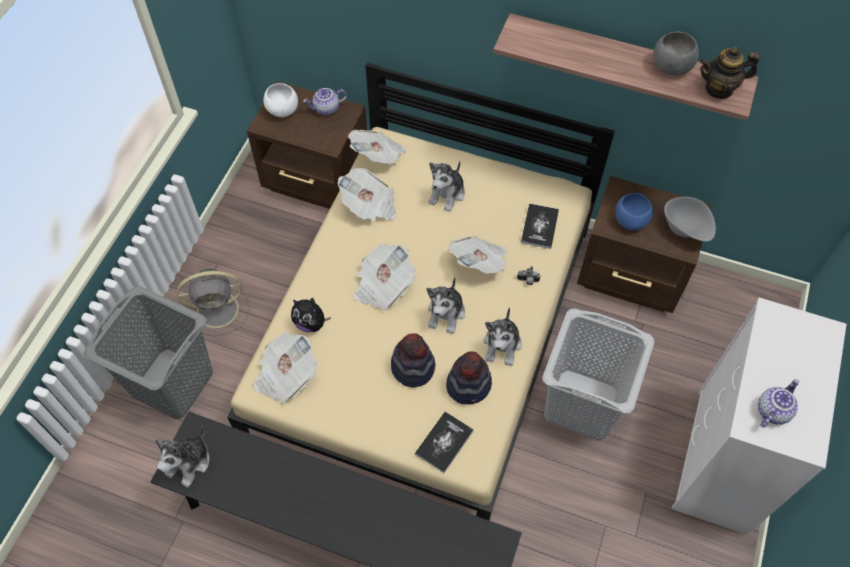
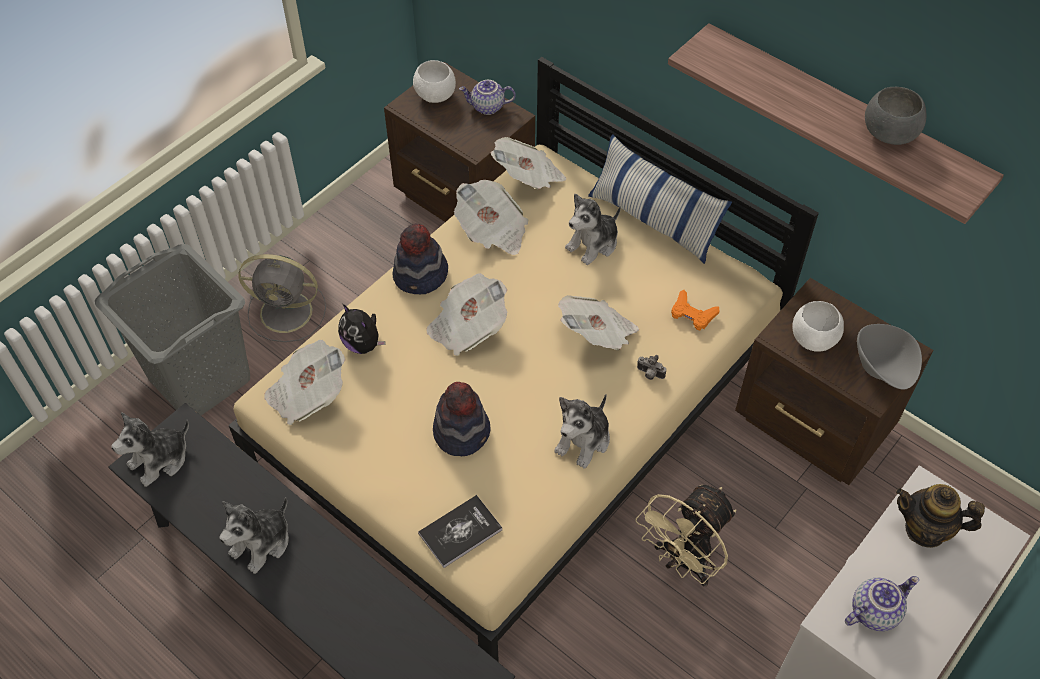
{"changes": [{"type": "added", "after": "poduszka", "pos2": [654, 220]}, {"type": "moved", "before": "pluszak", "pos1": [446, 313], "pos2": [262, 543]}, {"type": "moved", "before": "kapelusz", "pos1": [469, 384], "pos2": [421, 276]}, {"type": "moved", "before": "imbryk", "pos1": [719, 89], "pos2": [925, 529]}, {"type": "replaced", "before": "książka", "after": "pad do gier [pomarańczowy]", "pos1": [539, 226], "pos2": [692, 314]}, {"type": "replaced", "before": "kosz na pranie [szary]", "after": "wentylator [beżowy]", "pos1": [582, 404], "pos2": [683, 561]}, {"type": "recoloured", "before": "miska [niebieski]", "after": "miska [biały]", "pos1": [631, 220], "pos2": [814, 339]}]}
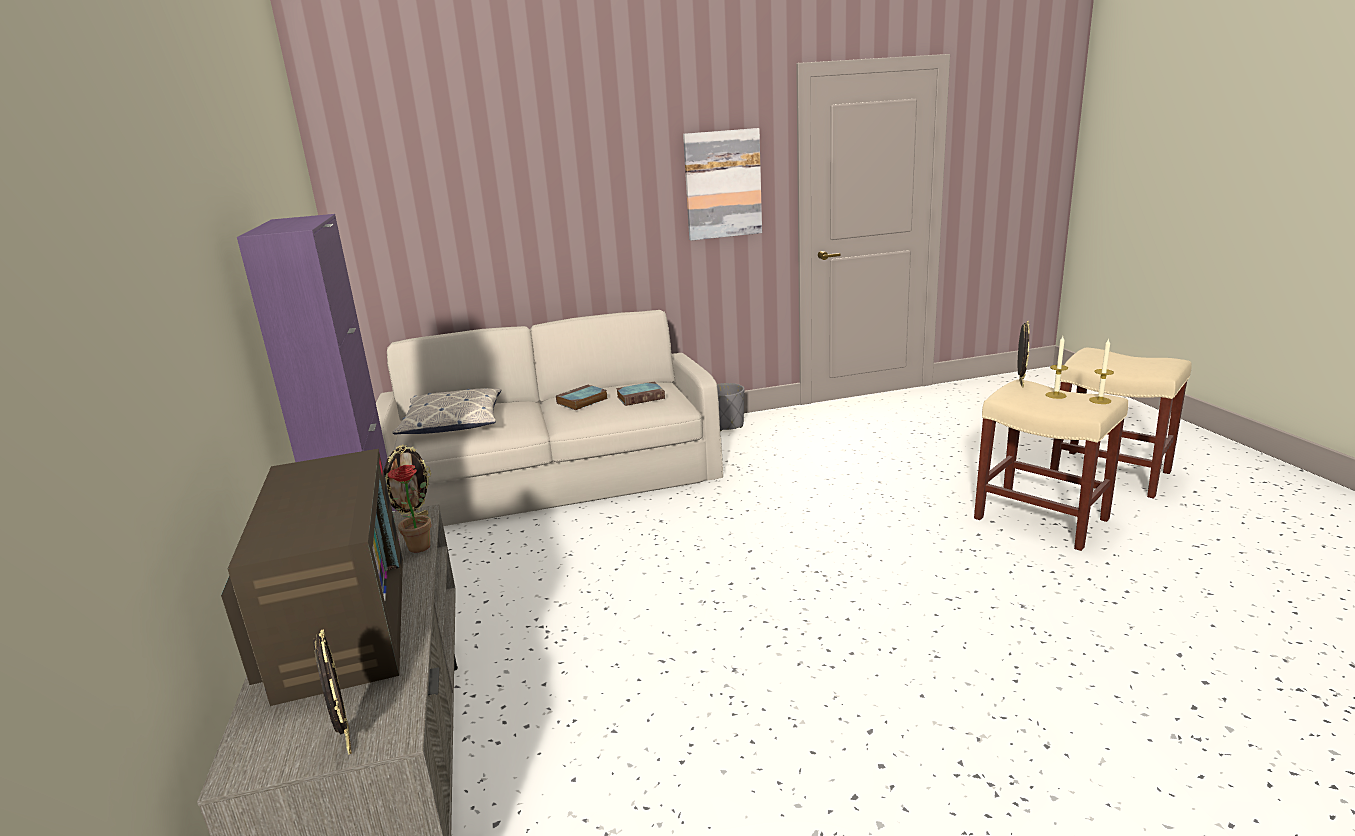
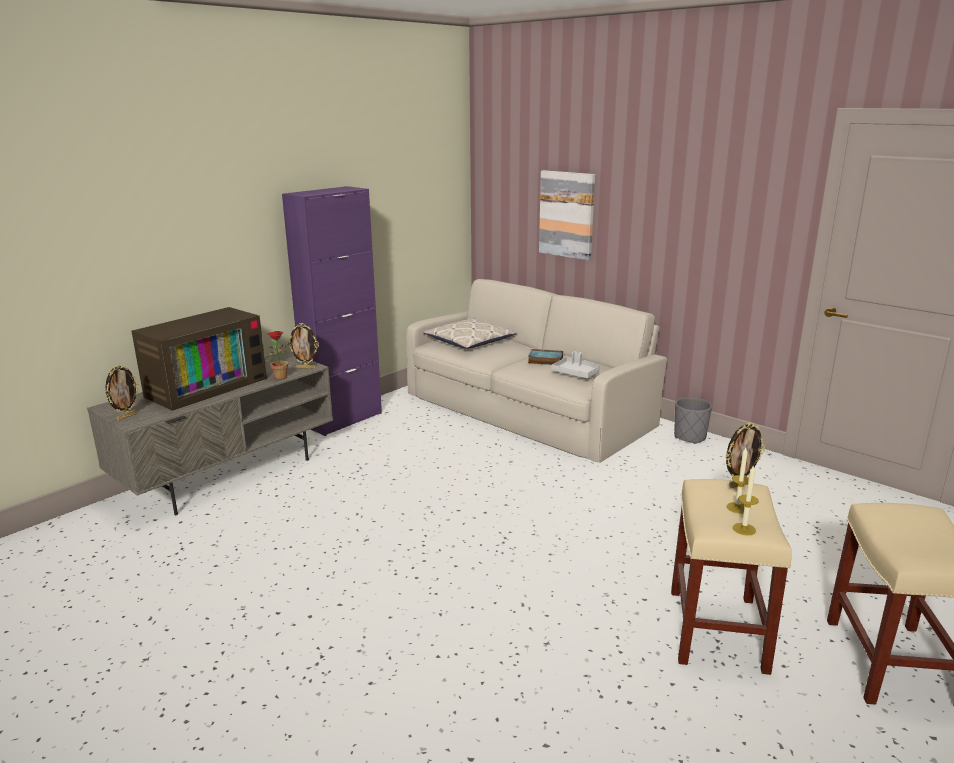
{"changes": [{"type": "moved", "before": "obraz", "pos1": [722, 184], "pos2": [567, 214]}, {"type": "replaced", "before": "książka", "after": "taca [szary]", "pos1": [641, 397], "pos2": [576, 373]}]}
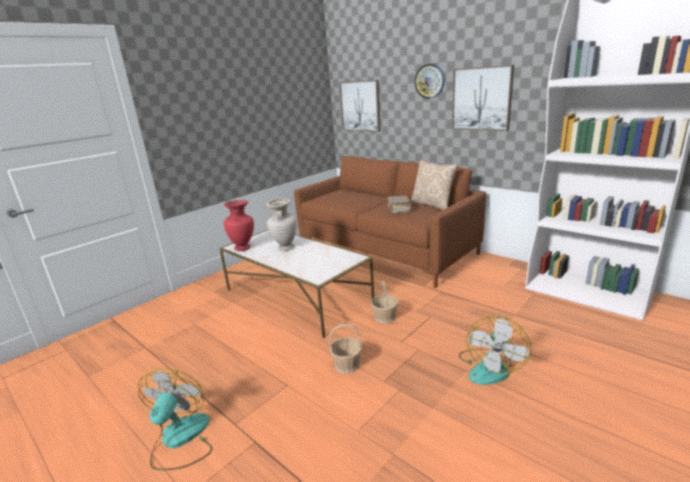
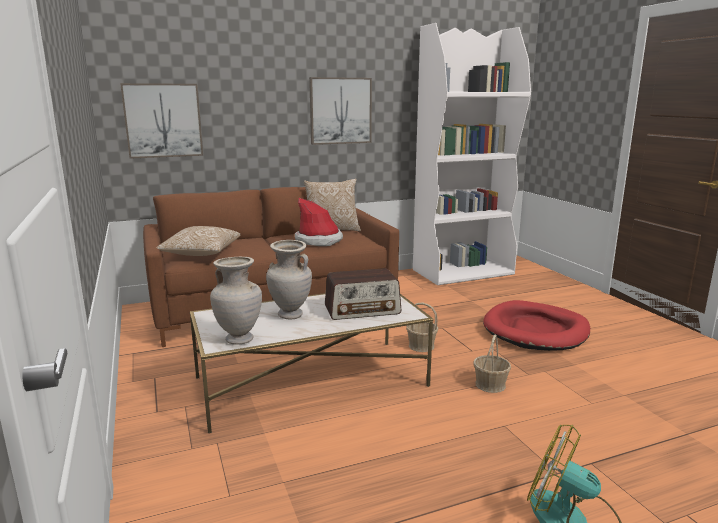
{"changes": [{"type": "removed", "before": "zegar ścienny", "pos1": [429, 81]}, {"type": "added", "after": "poduszka", "pos2": [201, 254]}, {"type": "added", "after": "radio", "pos2": [362, 310]}, {"type": "replaced", "before": "książka [brązowy]", "after": "kapelusz", "pos1": [398, 209], "pos2": [319, 241]}, {"type": "replaced", "before": "wentylator", "after": "legowisko [czerwony]", "pos1": [490, 367], "pos2": [535, 330]}, {"type": "recoloured", "before": "wazon [czerwony]", "after": "wazon [beżowy]", "pos1": [243, 248], "pos2": [239, 339]}]}
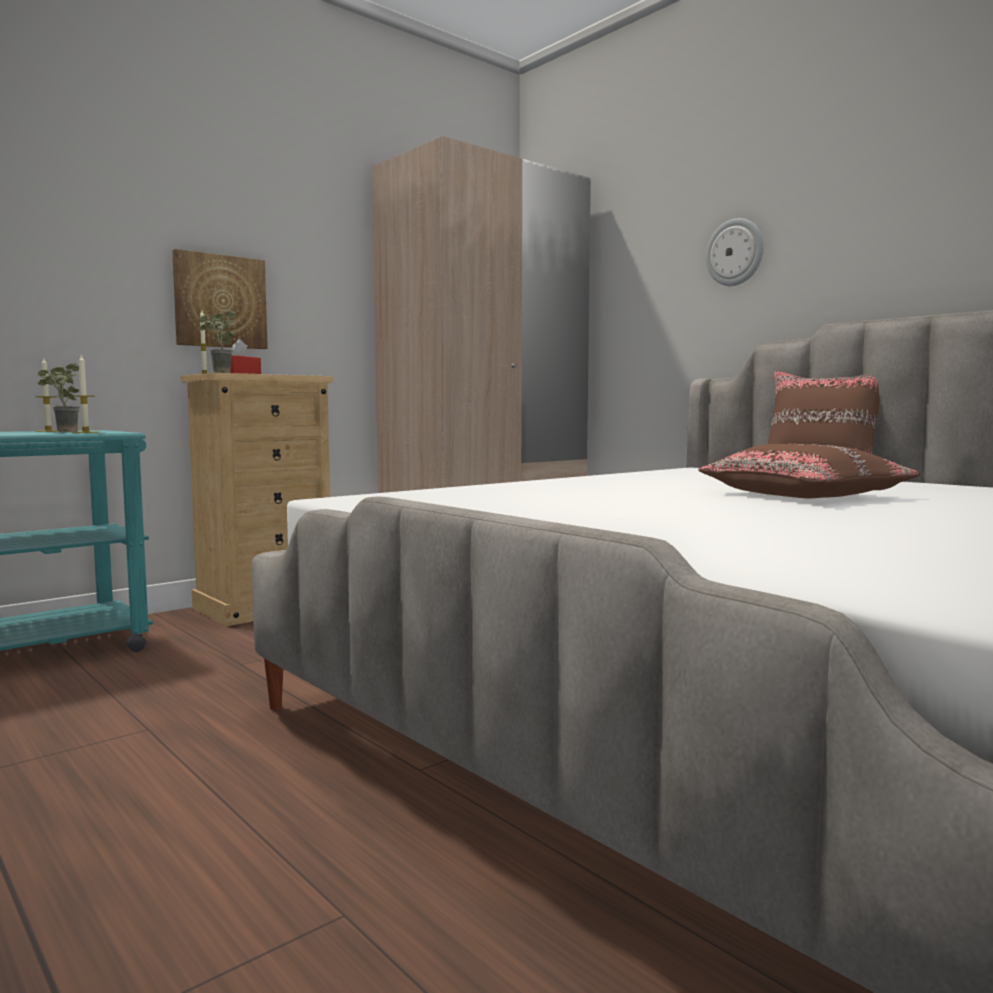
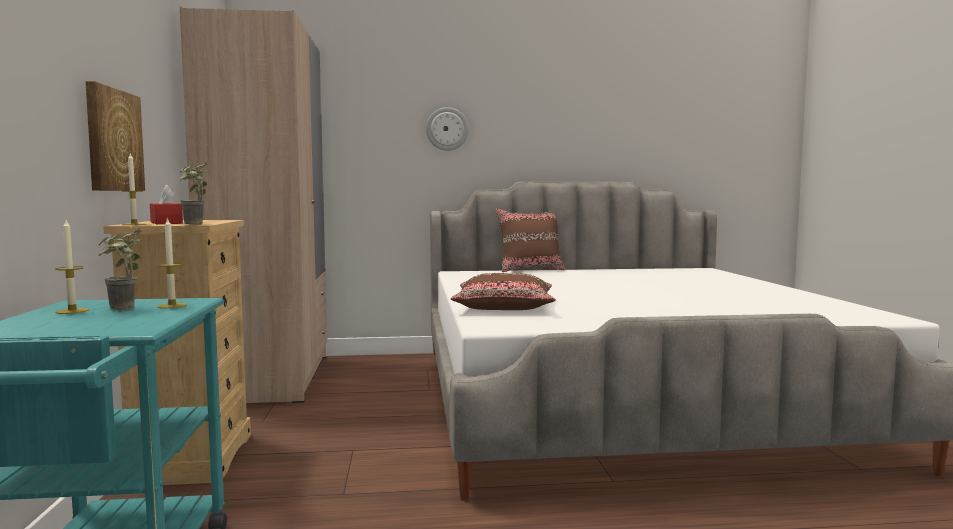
{"changes": [{"type": "moved", "before": "poduszka [brązowy]", "pos1": [804, 495], "pos2": [504, 307]}]}
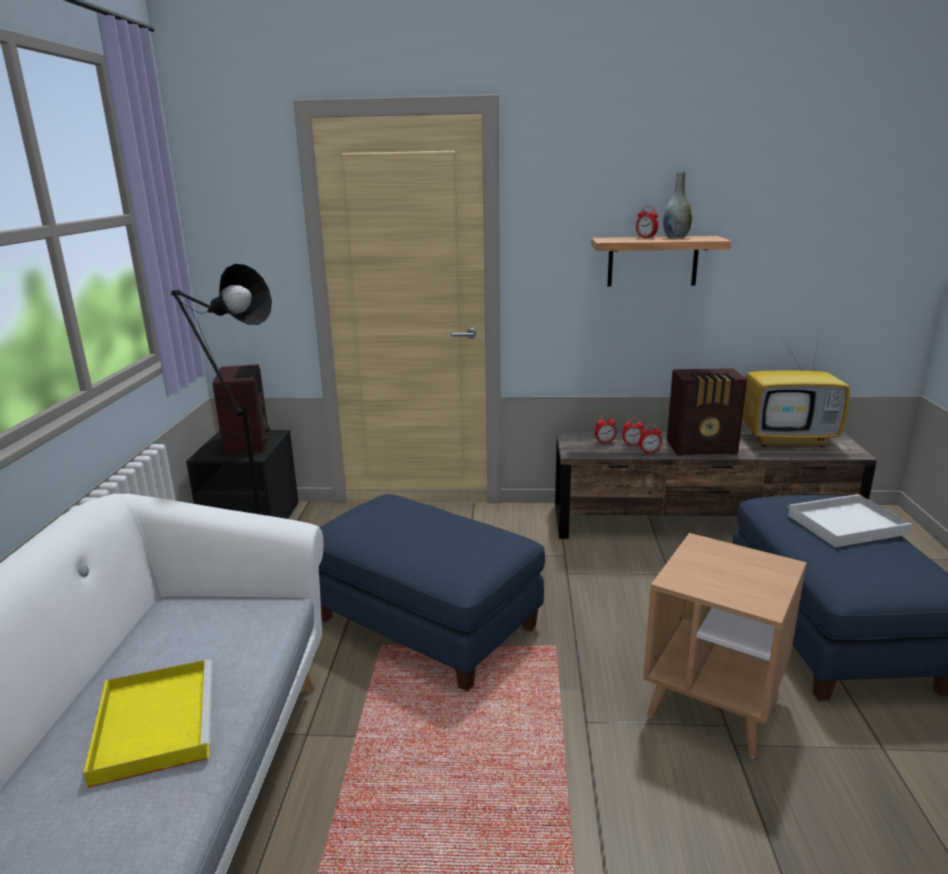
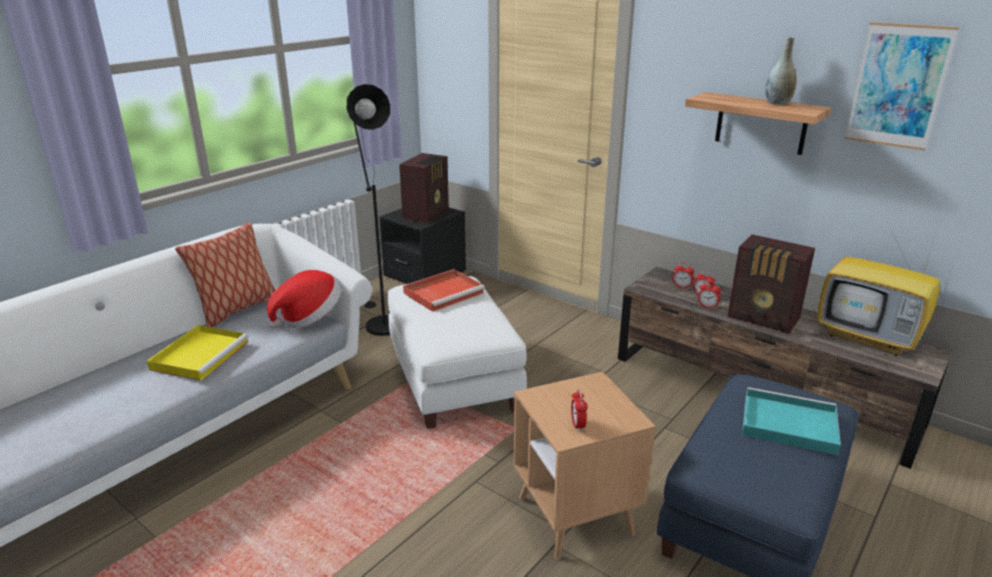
{"changes": [{"type": "added", "after": "poduszka", "pos2": [237, 310]}, {"type": "added", "after": "kapelusz", "pos2": [309, 318]}, {"type": "added", "after": "taca [czerwony]", "pos2": [444, 292]}, {"type": "added", "after": "obraz", "pos2": [898, 86]}, {"type": "moved", "before": "budzik", "pos1": [646, 238], "pos2": [578, 425]}, {"type": "recoloured", "before": "pufa [niebieski]", "after": "pufa [biały]", "pos1": [426, 623], "pos2": [453, 379]}, {"type": "recoloured", "before": "taca [biały]", "after": "taca [turkusowy]", "pos1": [845, 525], "pos2": [786, 424]}]}
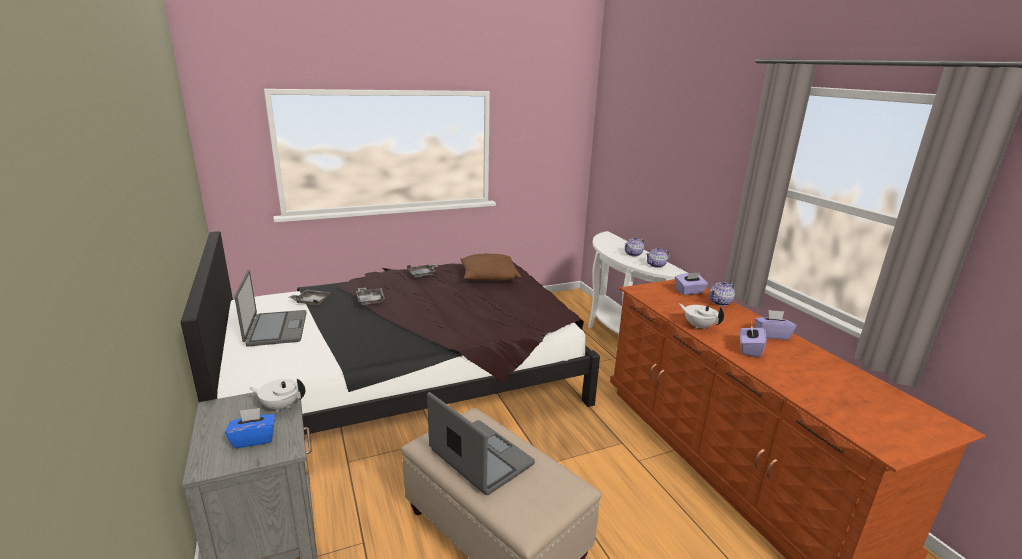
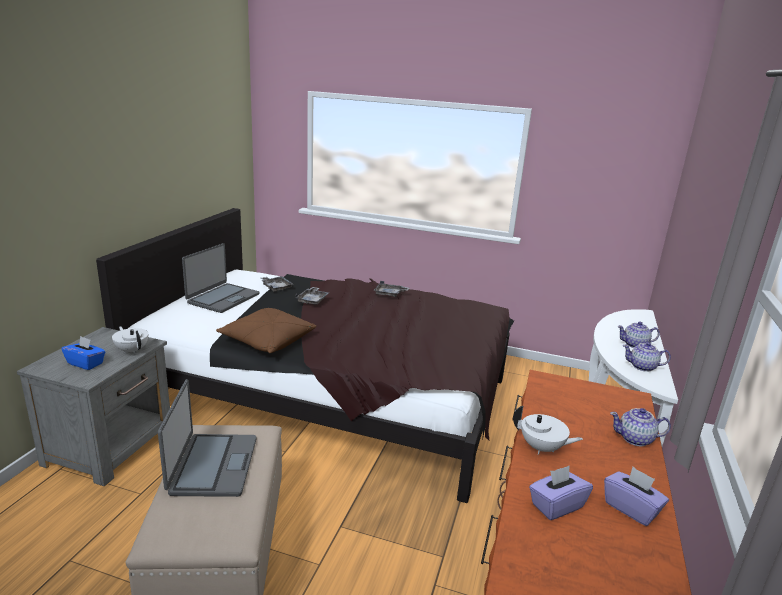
{"changes": [{"type": "removed", "before": "pudełko chusteczek [fioletowy]", "pos1": [689, 292]}, {"type": "moved", "before": "poduszka [brązowy]", "pos1": [488, 277], "pos2": [267, 341]}, {"type": "turned", "before": "imbryk [biały]", "pos1": [698, 326], "pos2": [542, 448], "turn": 120}]}
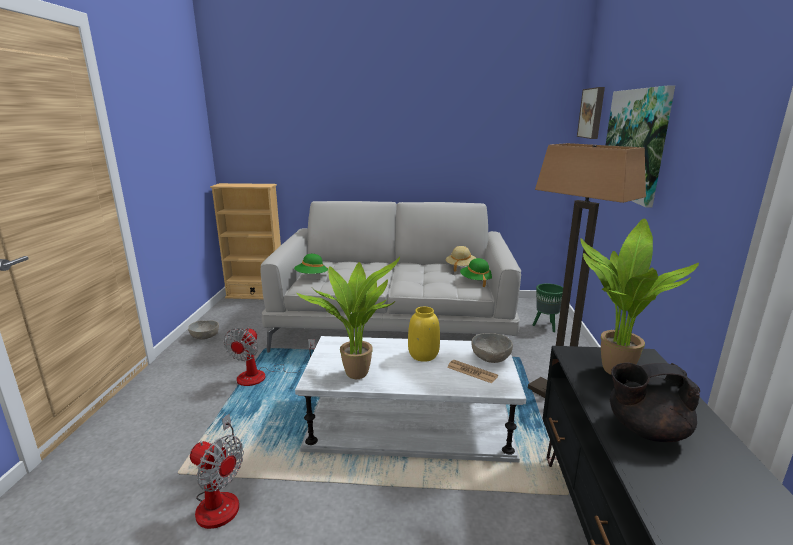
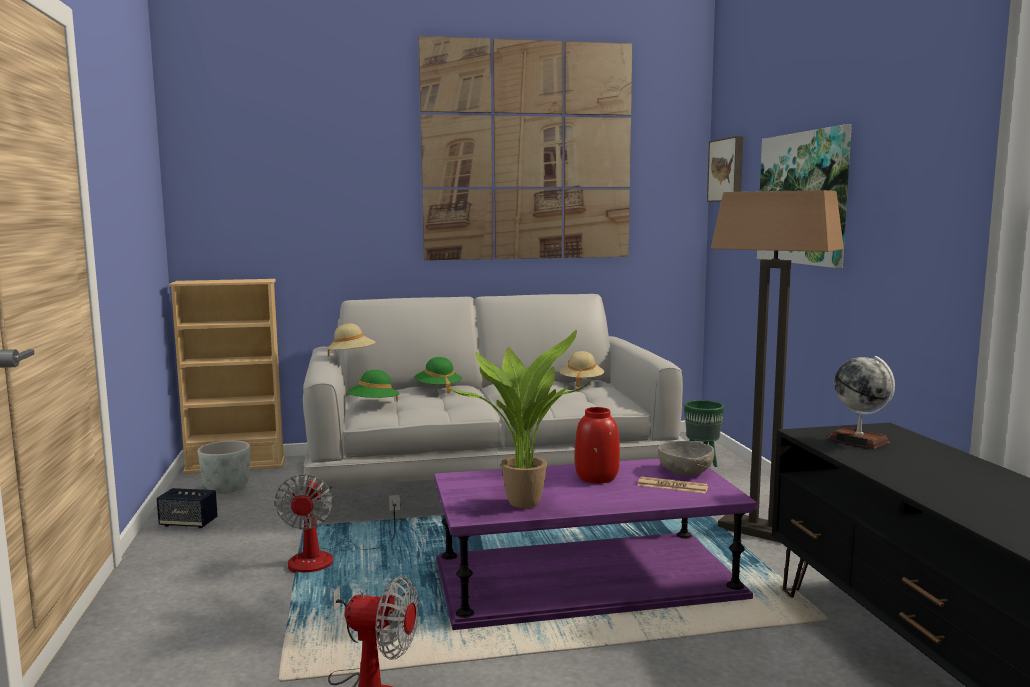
{"changes": [{"type": "removed", "before": "imbryk [czarny]", "pos1": [645, 430]}, {"type": "added", "after": "donica [szary]", "pos2": [227, 489]}, {"type": "added", "after": "kapelusz [beżowy]", "pos2": [352, 357]}, {"type": "added", "after": "obraz", "pos2": [527, 151]}, {"type": "moved", "before": "kapelusz [zielony]", "pos1": [476, 281], "pos2": [438, 389]}, {"type": "replaced", "before": "miska [szary]", "after": "głośnik", "pos1": [205, 336], "pos2": [188, 523]}, {"type": "replaced", "before": "roślina doniczkowa", "after": "globus", "pos1": [611, 369], "pos2": [859, 440]}, {"type": "recoloured", "before": "ława [biały]", "after": "ława [fioletowy]", "pos1": [411, 422], "pos2": [587, 580]}, {"type": "recoloured", "before": "wazon [żółty]", "after": "wazon [czerwony]", "pos1": [423, 355], "pos2": [596, 478]}]}
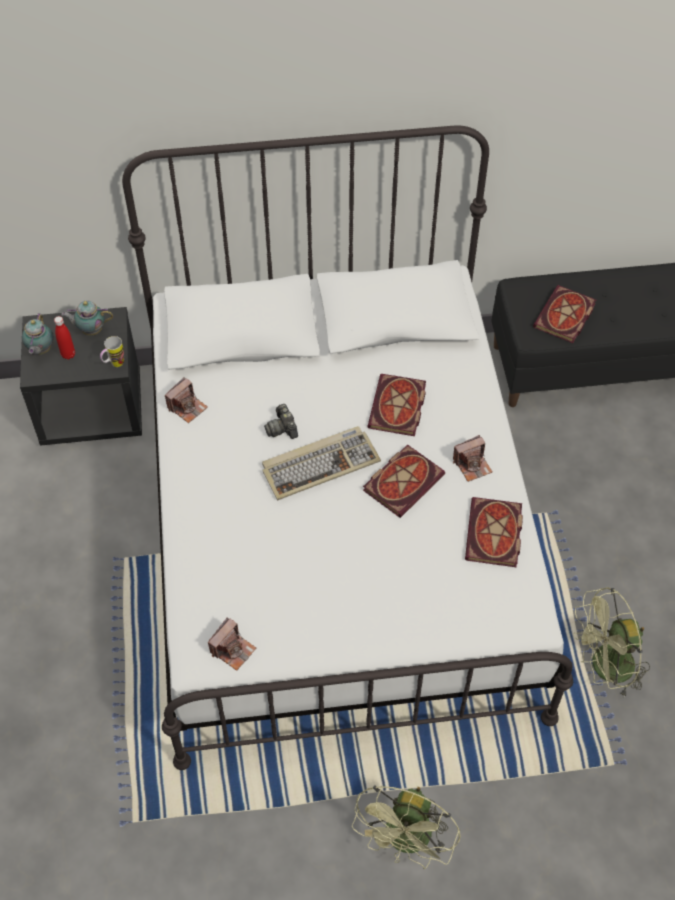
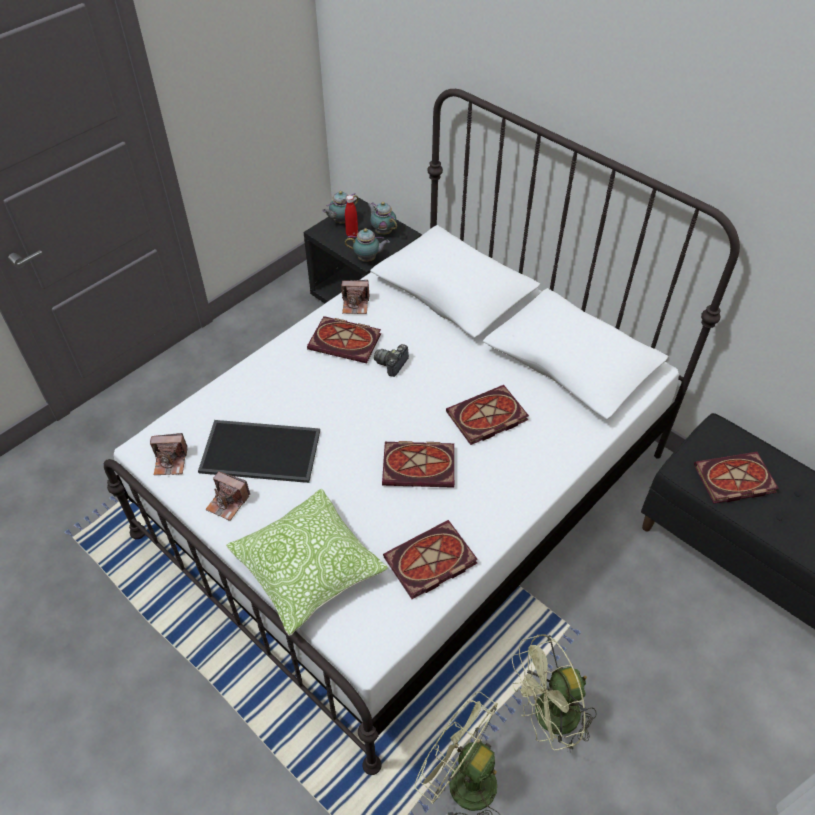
{"changes": [{"type": "removed", "before": "klawiatura", "pos1": [320, 464]}, {"type": "added", "after": "taca", "pos2": [262, 450]}, {"type": "added", "after": "poduszka", "pos2": [308, 568]}, {"type": "added", "after": "książka", "pos2": [347, 341]}, {"type": "moved", "before": "wentylator [zielony]", "pos1": [407, 842], "pos2": [548, 718]}, {"type": "moved", "before": "aparat fotograficzny", "pos1": [472, 465], "pos2": [228, 502]}, {"type": "replaced", "before": "kubek", "after": "imbryk", "pos1": [114, 365], "pos2": [368, 259]}]}
